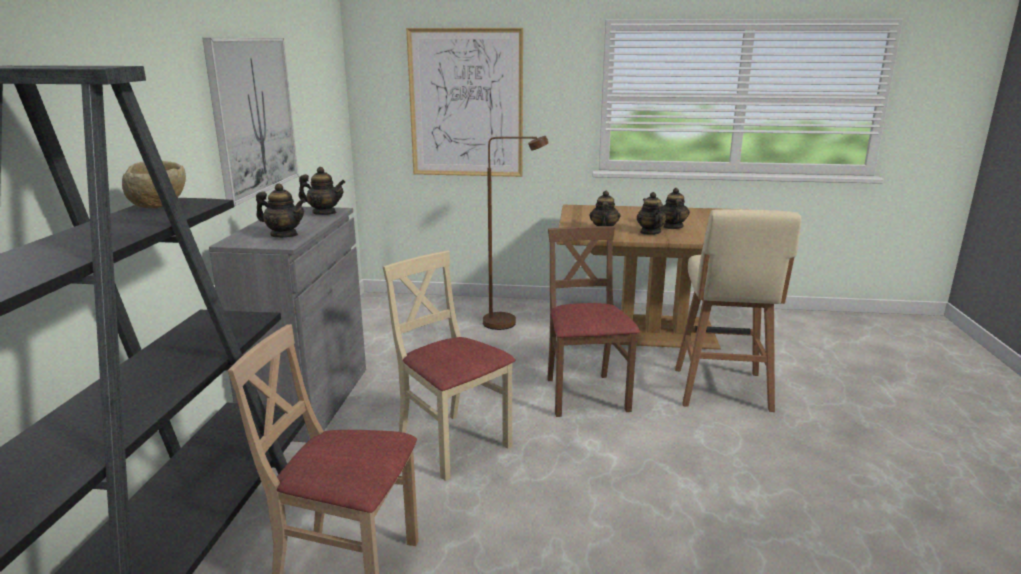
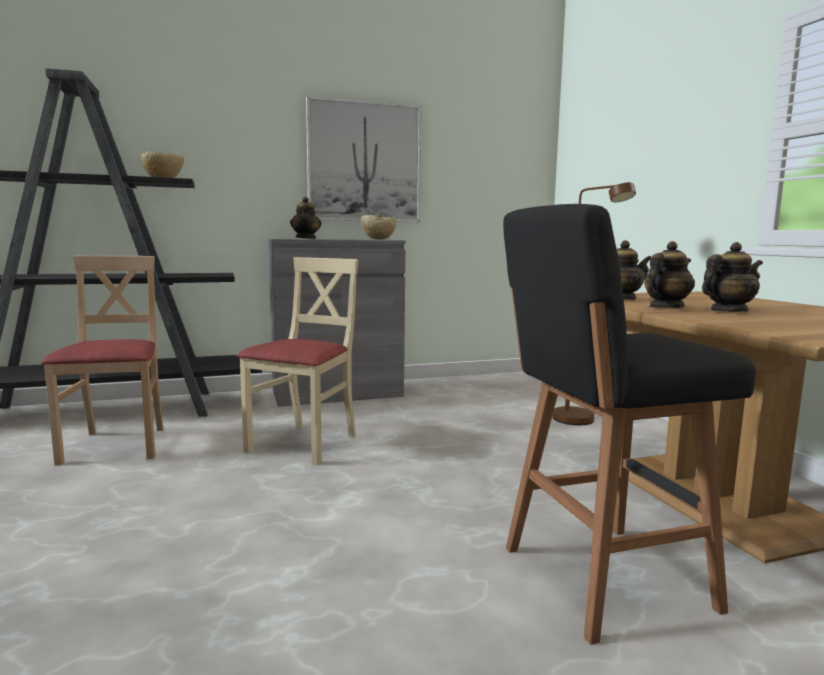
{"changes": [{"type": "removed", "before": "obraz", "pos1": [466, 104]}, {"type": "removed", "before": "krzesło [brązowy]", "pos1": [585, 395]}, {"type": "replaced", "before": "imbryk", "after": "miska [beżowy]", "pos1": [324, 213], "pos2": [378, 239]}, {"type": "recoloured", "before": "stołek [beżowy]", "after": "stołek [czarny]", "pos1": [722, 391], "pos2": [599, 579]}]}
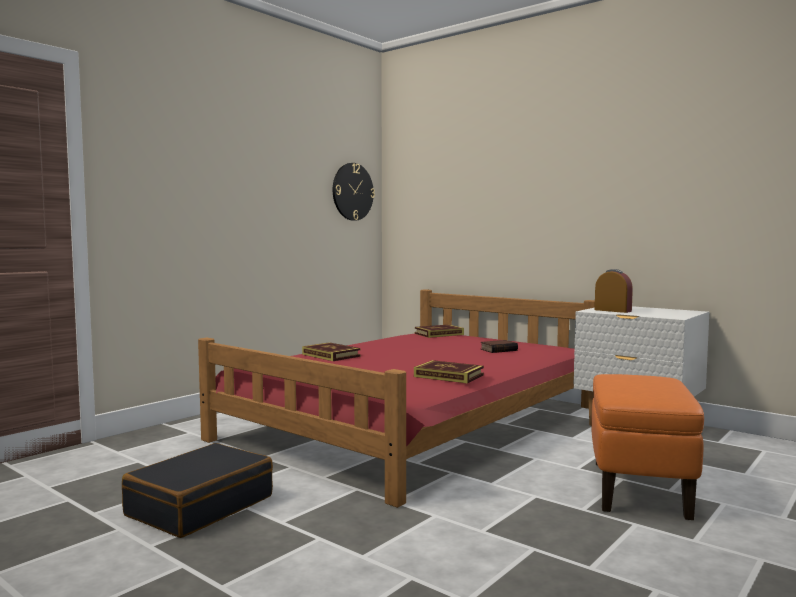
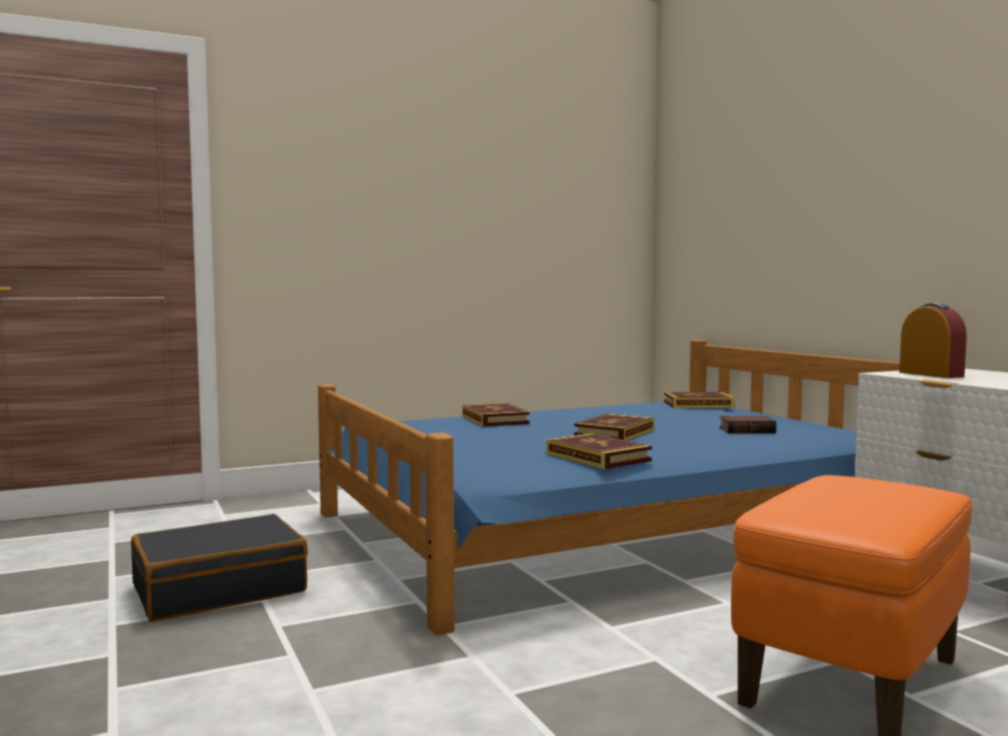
{"changes": [{"type": "removed", "before": "zegar ścienny", "pos1": [352, 191]}, {"type": "added", "after": "książka", "pos2": [614, 433]}, {"type": "recoloured", "before": "łóżko [czerwony]", "after": "łóżko [niebieski]", "pos1": [415, 423], "pos2": [606, 527]}]}
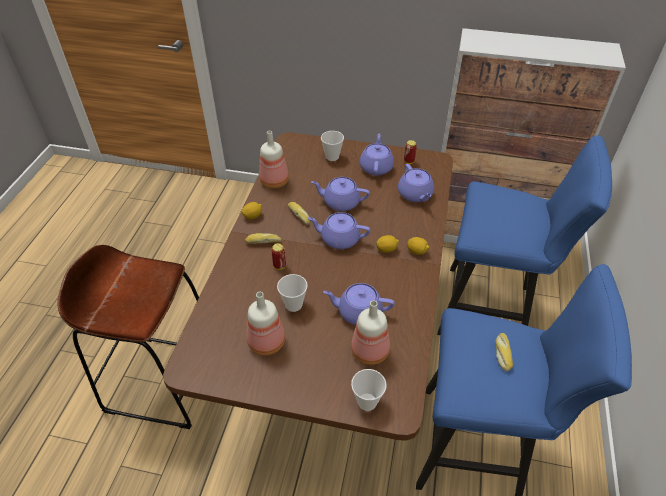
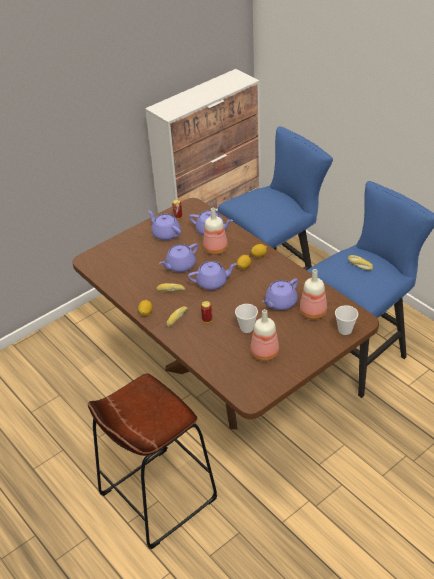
{"changes": [{"type": "removed", "before": "filiżanka", "pos1": [332, 157]}, {"type": "moved", "before": "butelka", "pos1": [275, 181], "pos2": [215, 249]}, {"type": "turned", "before": "imbryk [fioletowy]", "pos1": [339, 239], "pos2": [212, 282], "turn": -150}]}
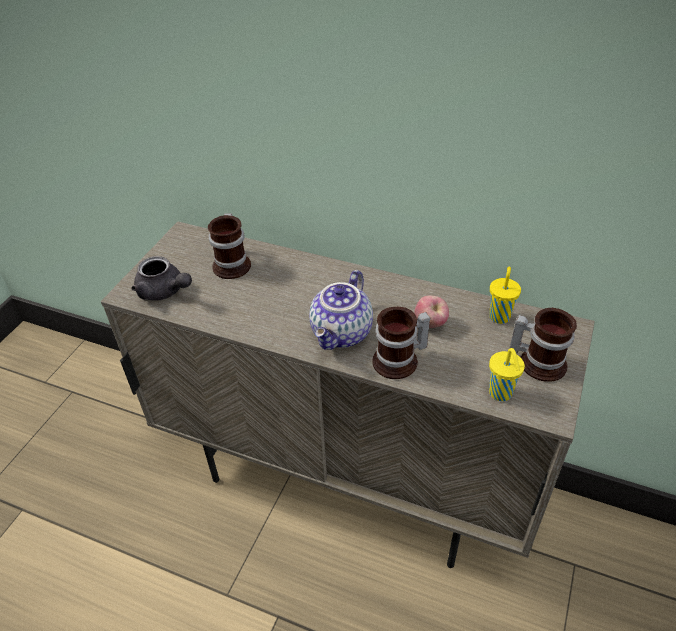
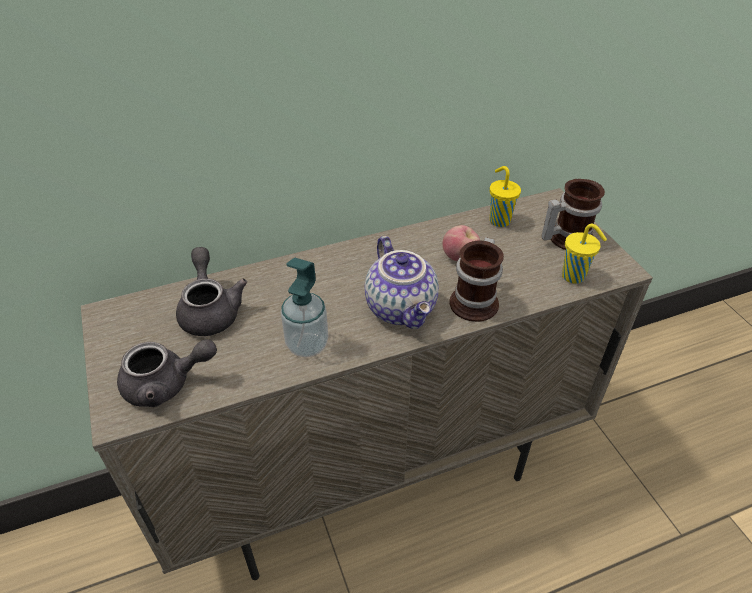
{"changes": [{"type": "added", "after": "dozownik mydła", "pos2": [307, 345]}, {"type": "replaced", "before": "kubek", "after": "imbryk [szary]", "pos1": [234, 263], "pos2": [210, 310]}]}
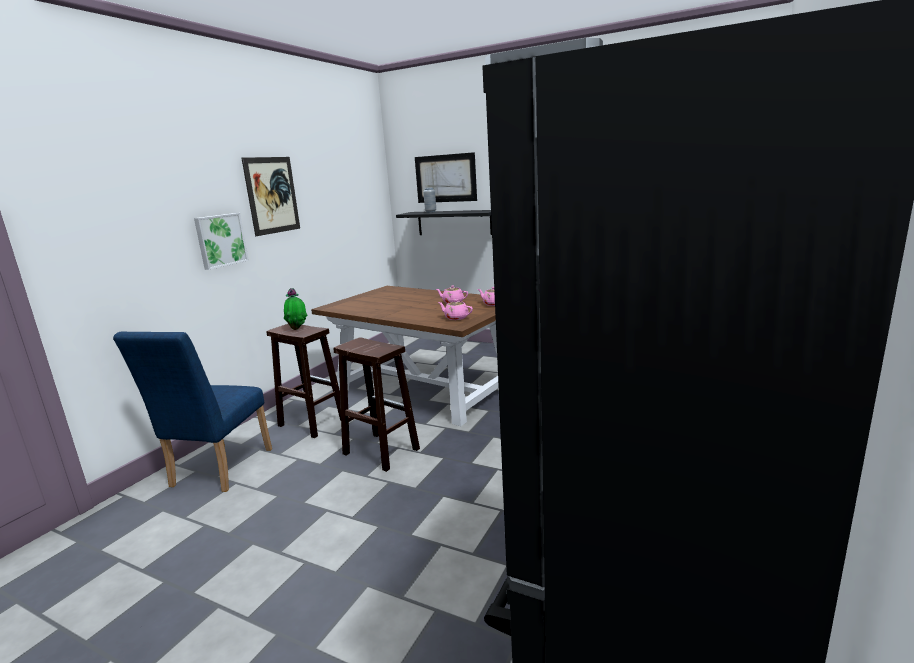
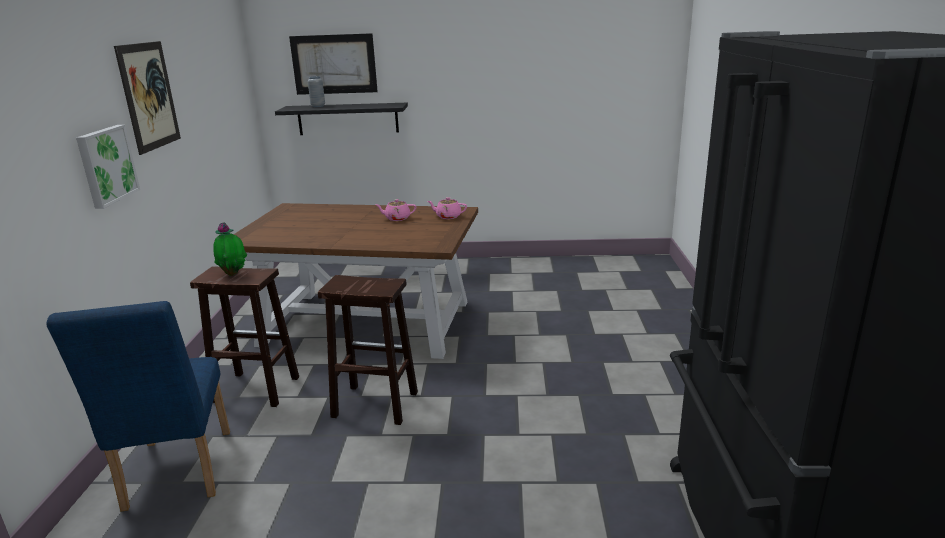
{"changes": [{"type": "removed", "before": "imbryk [różowy]", "pos1": [456, 318]}]}
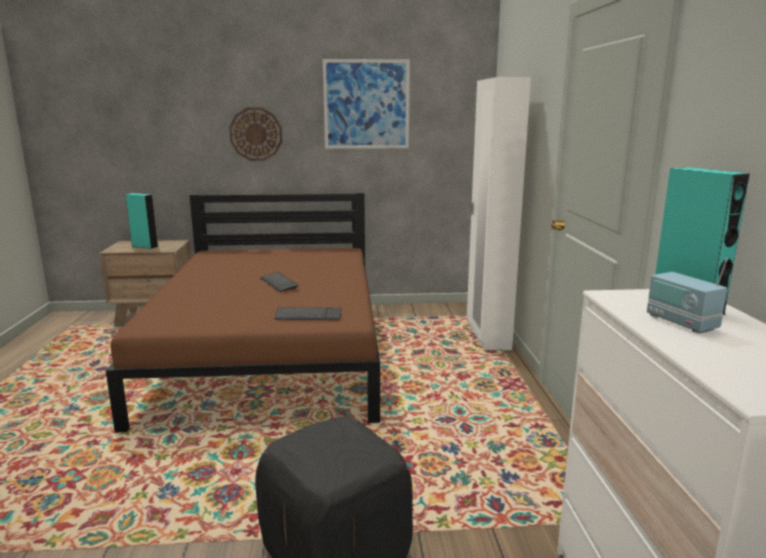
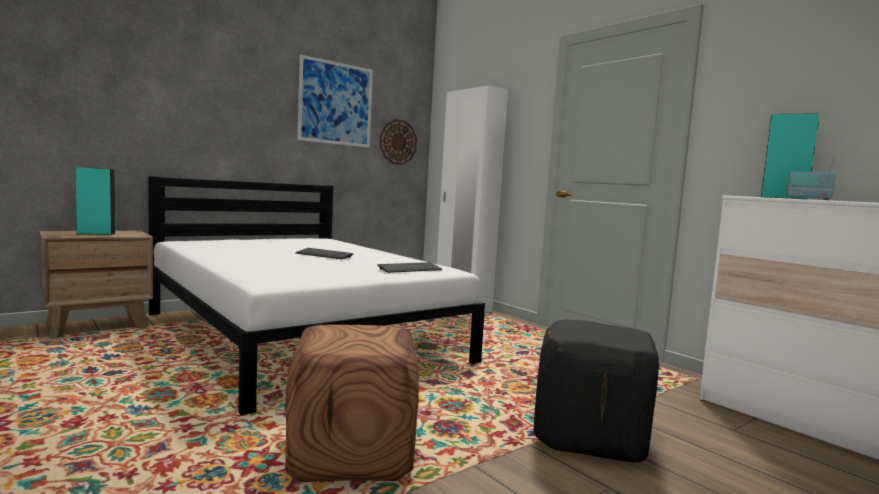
{"changes": [{"type": "added", "after": "pufa [brązowy]", "pos2": [350, 454]}, {"type": "moved", "before": "zegar ścienny", "pos1": [256, 134], "pos2": [398, 142]}, {"type": "recoloured", "before": "łóżko [brązowy]", "after": "łóżko [biały]", "pos1": [271, 353], "pos2": [300, 336]}]}
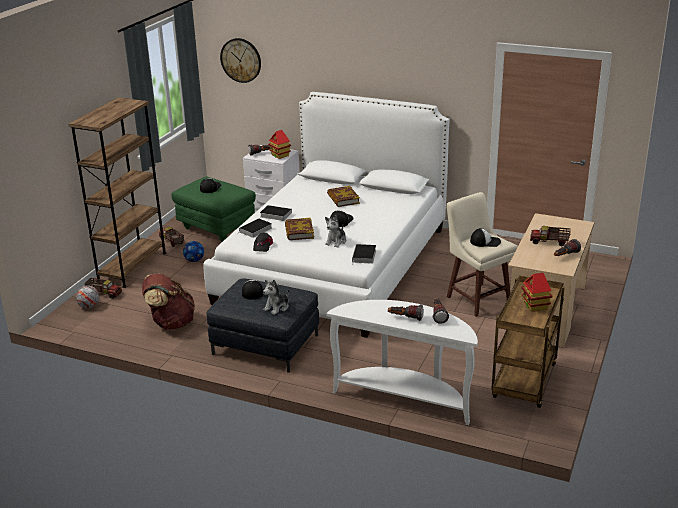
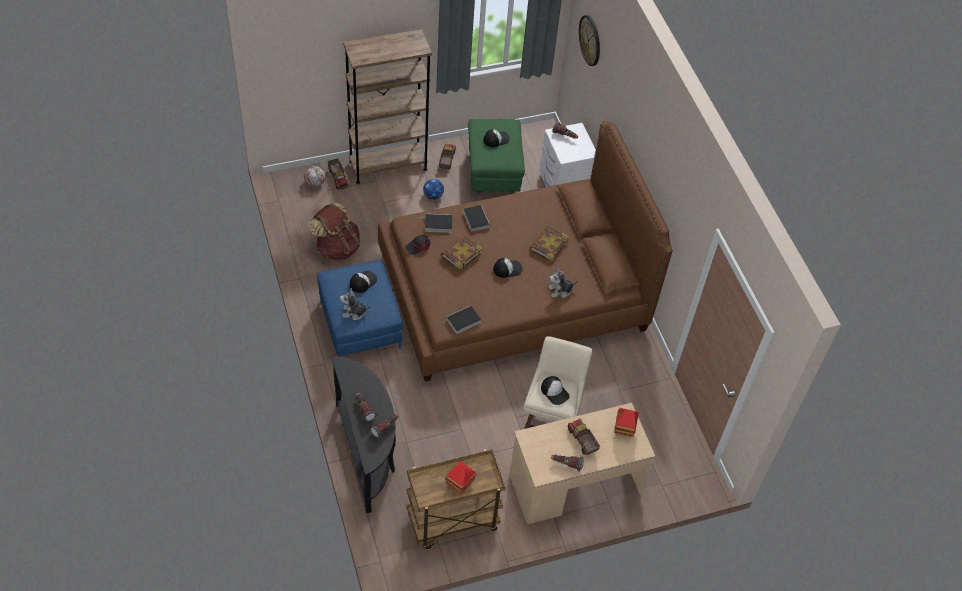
{"changes": [{"type": "moved", "before": "domek", "pos1": [280, 155], "pos2": [624, 429]}, {"type": "moved", "before": "pluszak", "pos1": [336, 241], "pos2": [560, 290]}, {"type": "recoloured", "before": "łóżko [biały]", "after": "łóżko [brązowy]", "pos1": [333, 264], "pos2": [512, 290]}, {"type": "recoloured", "before": "pufa [szary]", "after": "pufa [niebieski]", "pos1": [266, 344], "pos2": [361, 324]}, {"type": "recoloured", "before": "stolik konsolowy [biały]", "after": "stolik konsolowy [czarny]", "pos1": [405, 397], "pos2": [368, 453]}]}
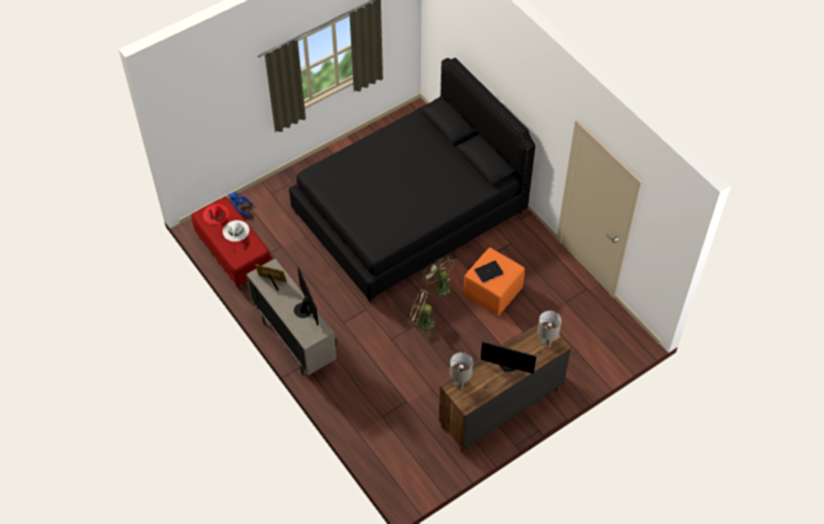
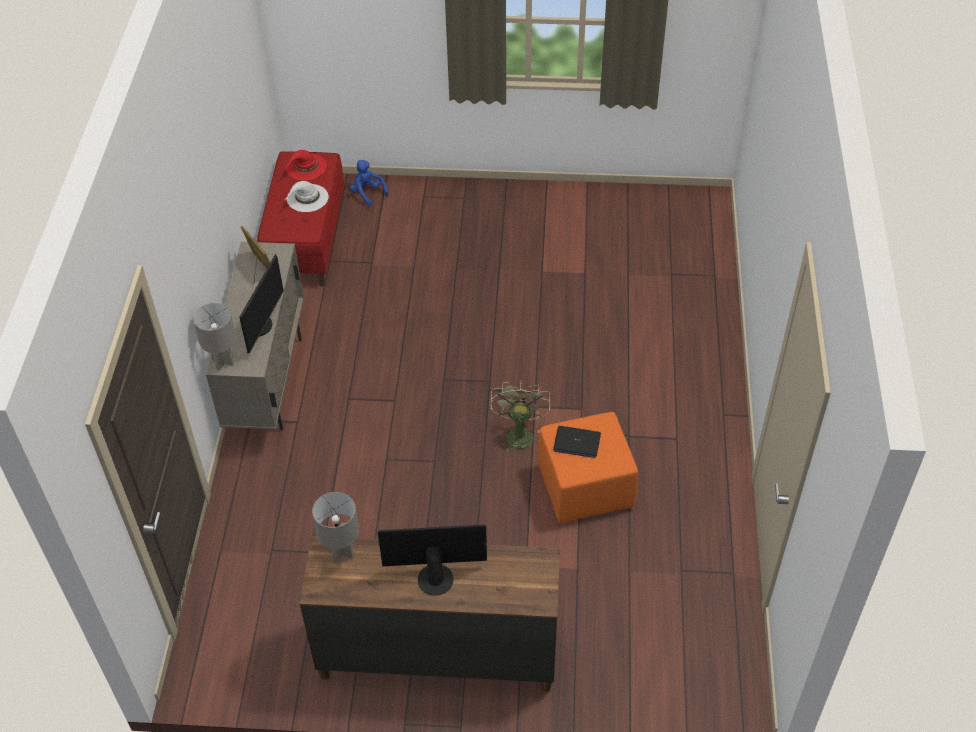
{"changes": [{"type": "removed", "before": "łóżko [czarny]", "pos1": [409, 213]}, {"type": "removed", "before": "wentylator [zielony]", "pos1": [422, 322]}, {"type": "moved", "before": "lampa stołowa [szary]", "pos1": [546, 341], "pos2": [223, 362]}, {"type": "turned", "before": "monitor", "pos1": [507, 365], "pos2": [435, 576], "turn": 120}]}
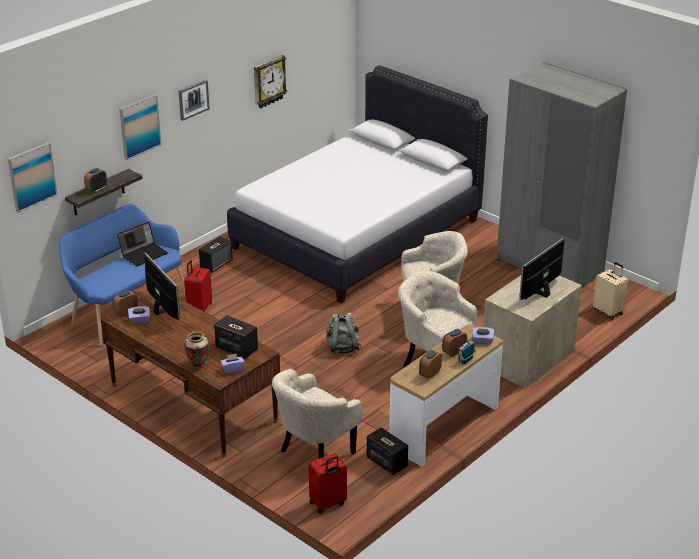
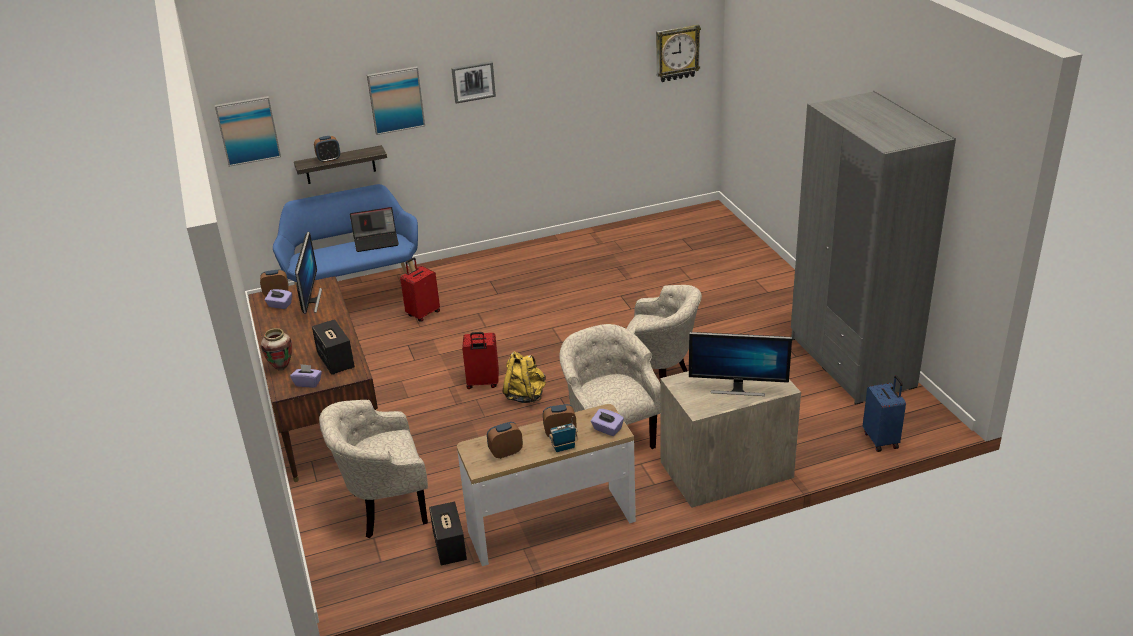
{"changes": [{"type": "removed", "before": "głośnik", "pos1": [216, 264]}, {"type": "removed", "before": "łóżko [biały]", "pos1": [356, 233]}, {"type": "moved", "before": "zegar ścienny", "pos1": [268, 81], "pos2": [677, 53]}, {"type": "moved", "before": "walizka [czerwony]", "pos1": [328, 504], "pos2": [482, 383]}, {"type": "recoloured", "before": "plecak [szary]", "after": "plecak [żółty]", "pos1": [342, 347], "pos2": [525, 395]}, {"type": "recoloured", "before": "walizka [beżowy]", "after": "walizka [niebieski]", "pos1": [608, 312], "pos2": [881, 440]}, {"type": "turned", "before": "monitor", "pos1": [541, 293], "pos2": [737, 388], "turn": -150}]}
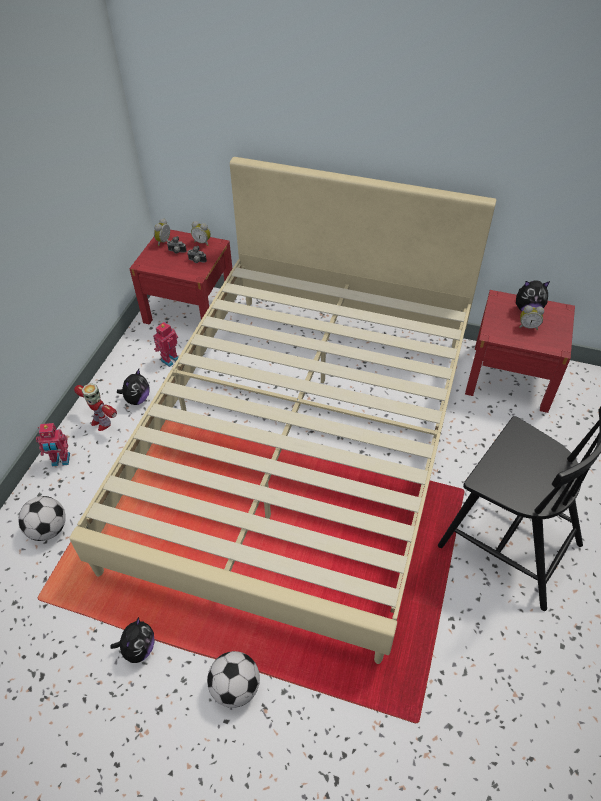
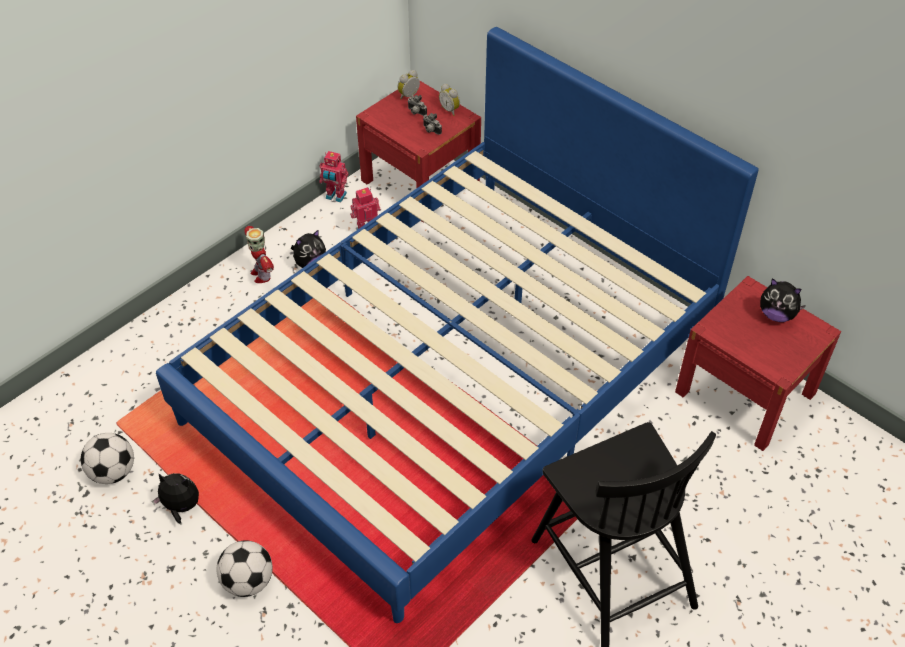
{"changes": [{"type": "removed", "before": "budzik", "pos1": [528, 326]}, {"type": "moved", "before": "piłka futbolowa", "pos1": [48, 529], "pos2": [113, 472]}, {"type": "moved", "before": "robot zabawkowy", "pos1": [61, 461], "pos2": [335, 196]}, {"type": "recoloured", "before": "łóżko [beżowy]", "after": "łóżko [niebieski]", "pos1": [302, 443], "pos2": [453, 375]}, {"type": "turned", "before": "pluszak", "pos1": [138, 648], "pos2": [181, 507], "turn": -120}]}
